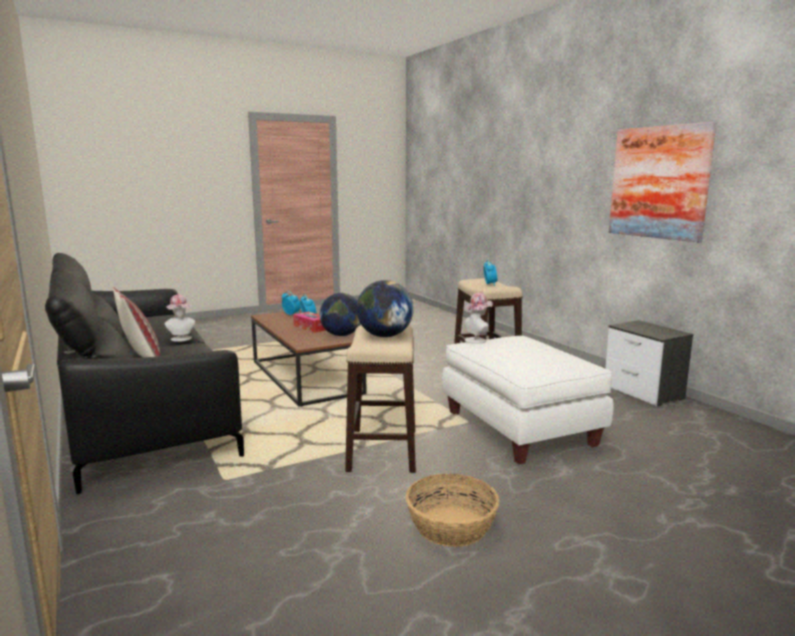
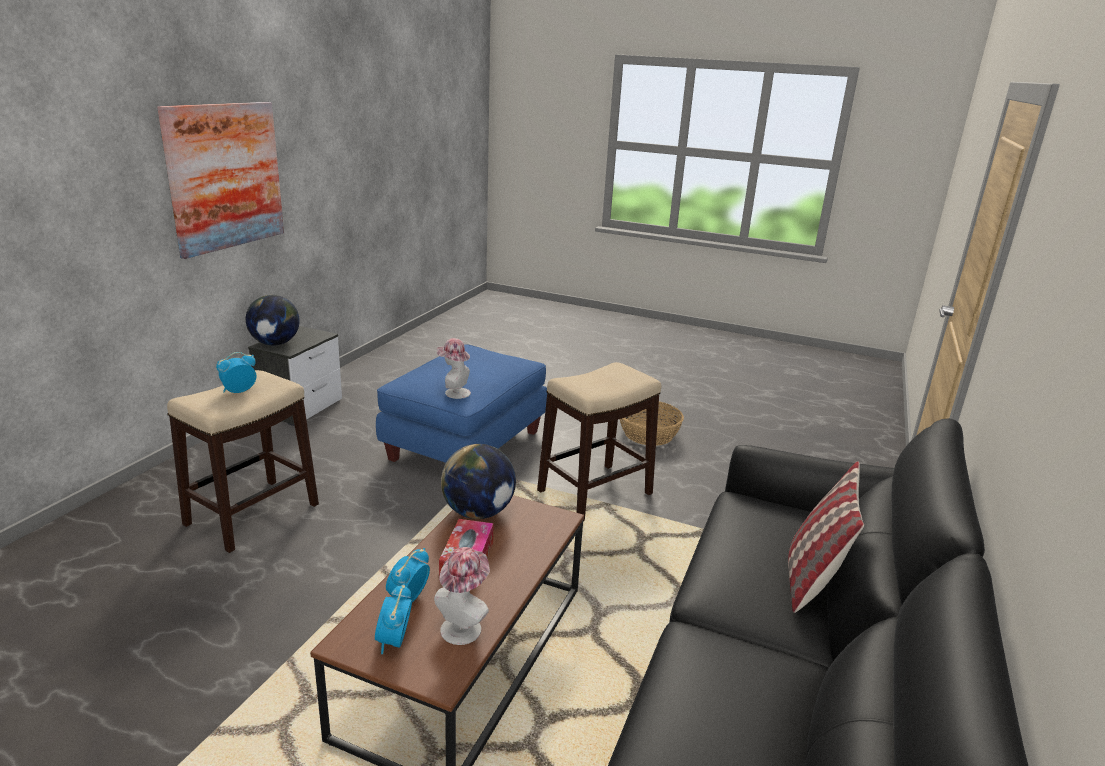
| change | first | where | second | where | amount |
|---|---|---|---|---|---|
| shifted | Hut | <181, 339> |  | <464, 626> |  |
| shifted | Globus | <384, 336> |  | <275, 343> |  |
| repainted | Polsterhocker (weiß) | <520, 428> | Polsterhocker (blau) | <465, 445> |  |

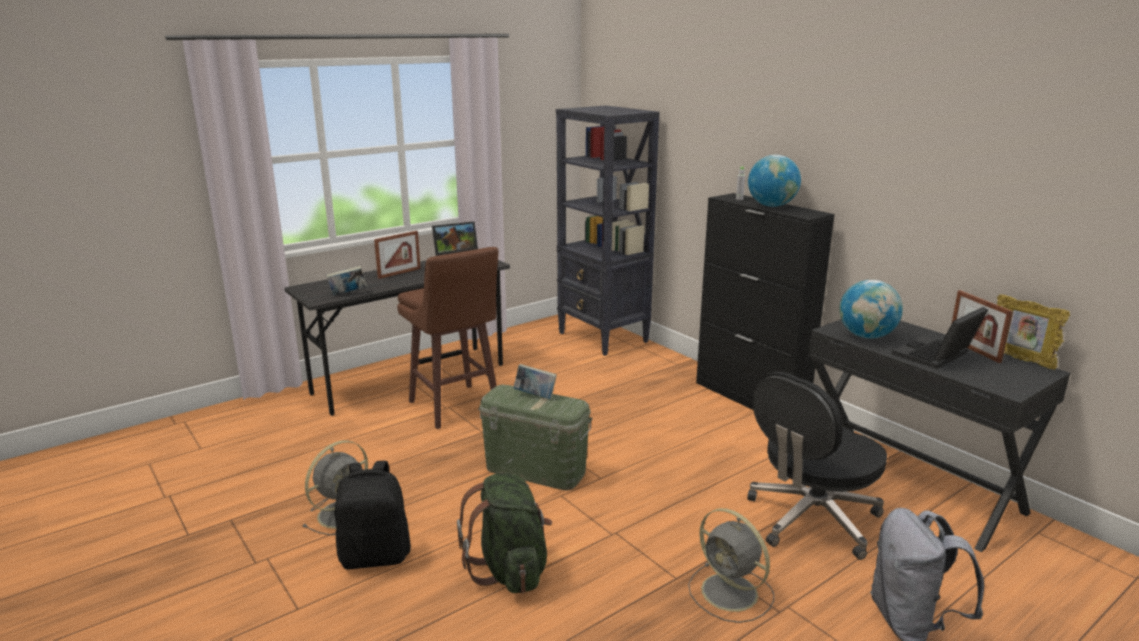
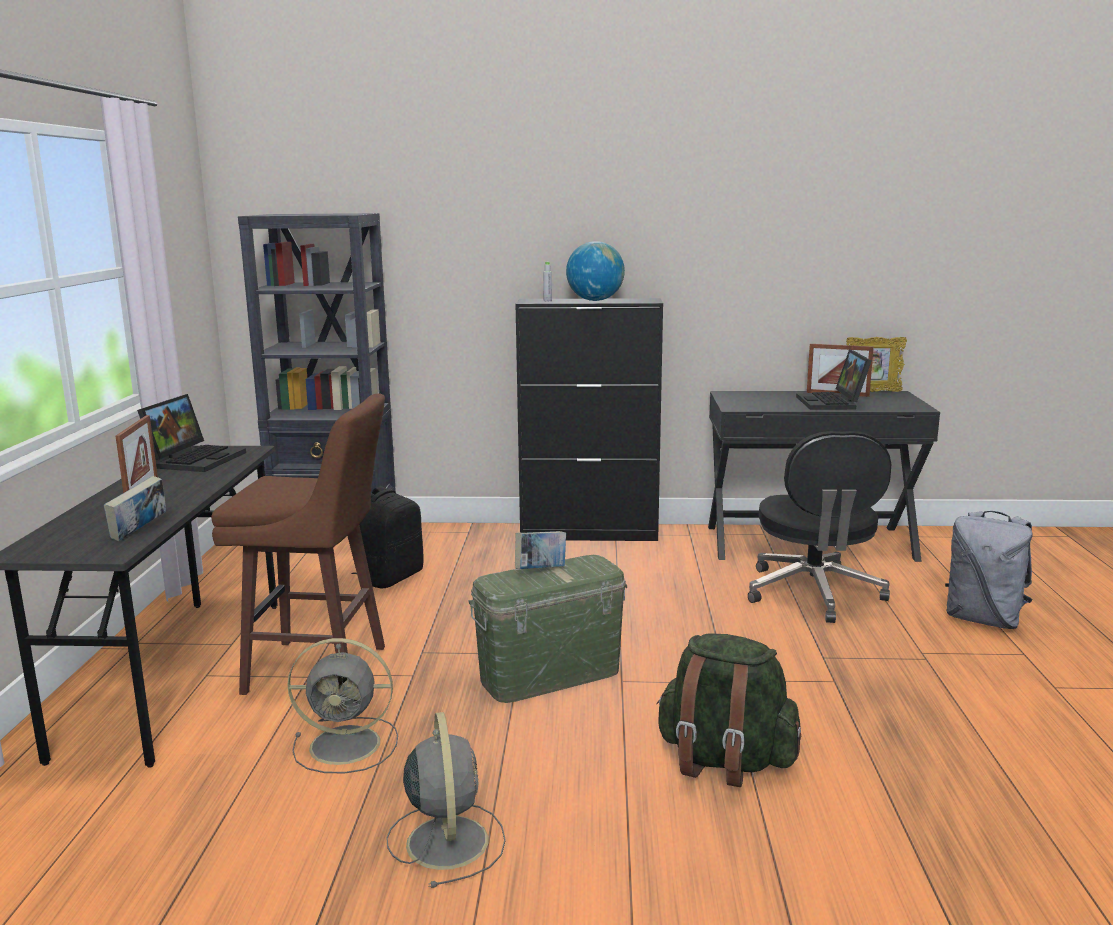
| change | first | where | second | where | amount |
|---|---|---|---|---|---|
| gone | Globus | <866, 336> |  |  |  |
| shifted | Rucksack (schwarz) | <375, 555> |  | <390, 578> |  |
| shifted | Ventilator (grau) | <731, 593> |  | <348, 745> |  |

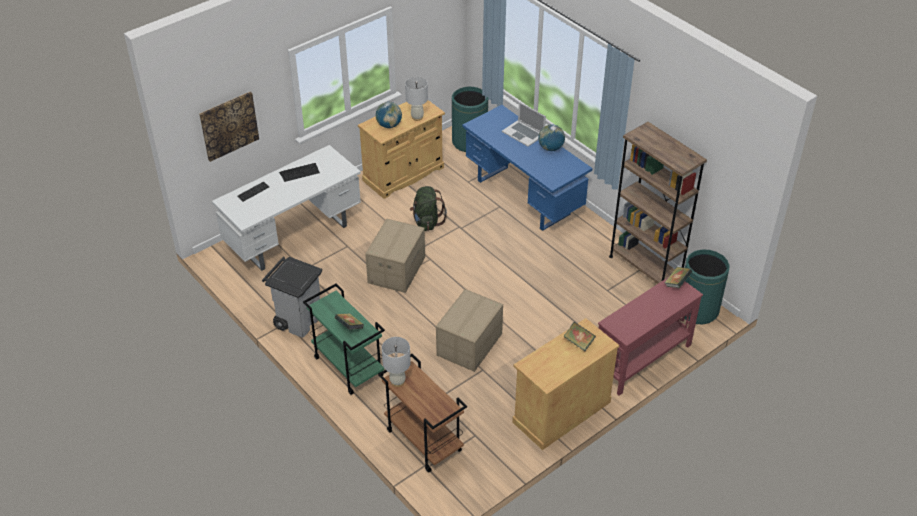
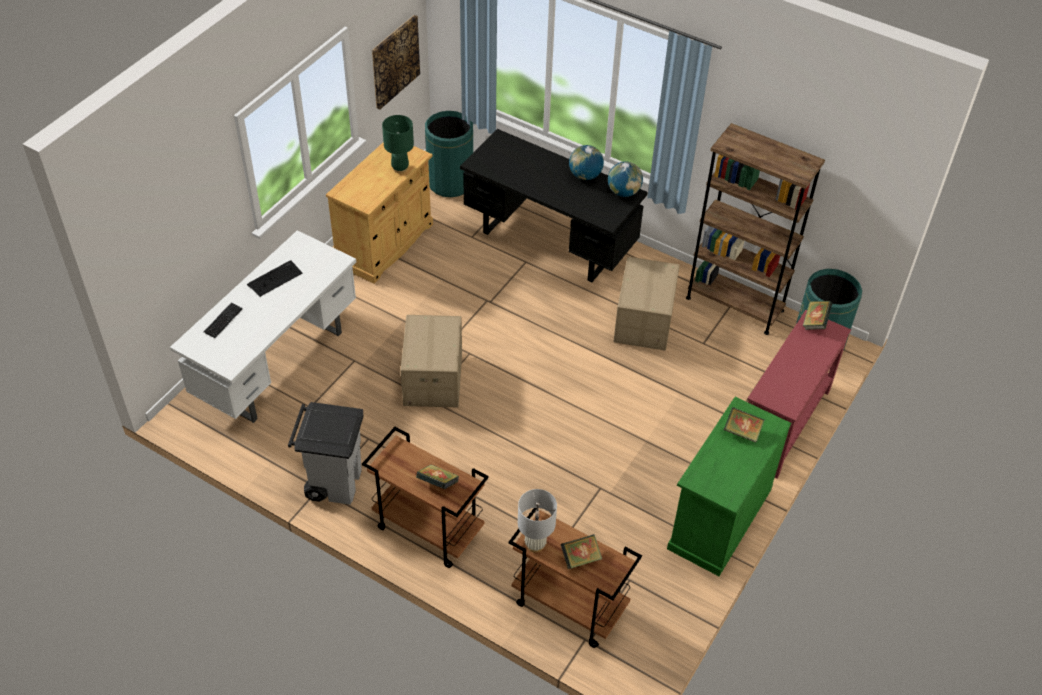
| change | first | where | second | where | amount |
|---|---|---|---|---|---|
| gone | Rucksack (grün) | <427, 222> |  |  |  |
| gone | Laptop | <523, 133> |  |  |  |
| new |  |  | Buch | <580, 558> |  |
| shifted | Bild | <229, 125> |  | <395, 61> |  |
| shifted | Globus | <389, 125> |  | <623, 192> |  |
| shifted | Karton | <470, 345> |  | <644, 321> |  |
| repainted | Rollwagen (grün) | <347, 366> | Rollwagen (braun) | <427, 529> |  |
| repainted | Tischlampe (weiß) | <417, 117> | Tischlampe (grün) | <400, 168> |  |
| repainted | Schreibtisch (blau) | <524, 197> | Schreibtisch (schwarz) | <550, 242> |  |
| repainted | Schrank (beige) | <561, 412> | Schrank (grün) | <719, 518> |  |

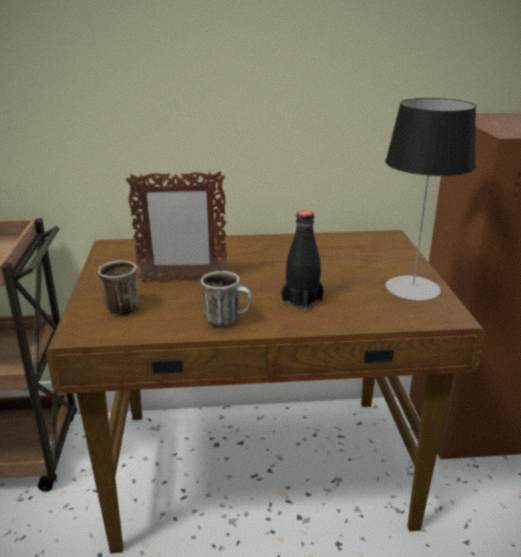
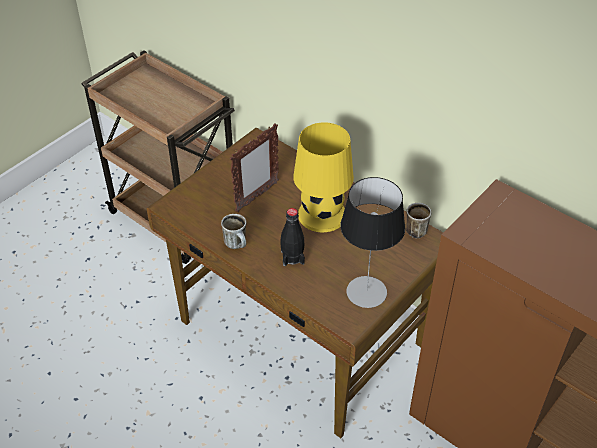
| change | first | where | second | where | amount |
|---|---|---|---|---|---|
| new |  |  | Tischlampe (gelb) | <322, 214> |  |
| shifted | Henkelbecher | <119, 307> |  | <415, 229> |  |
| rotated | Bilderrahmen | <182, 279> |  | <256, 197> | 90 degrees counterclockwise |

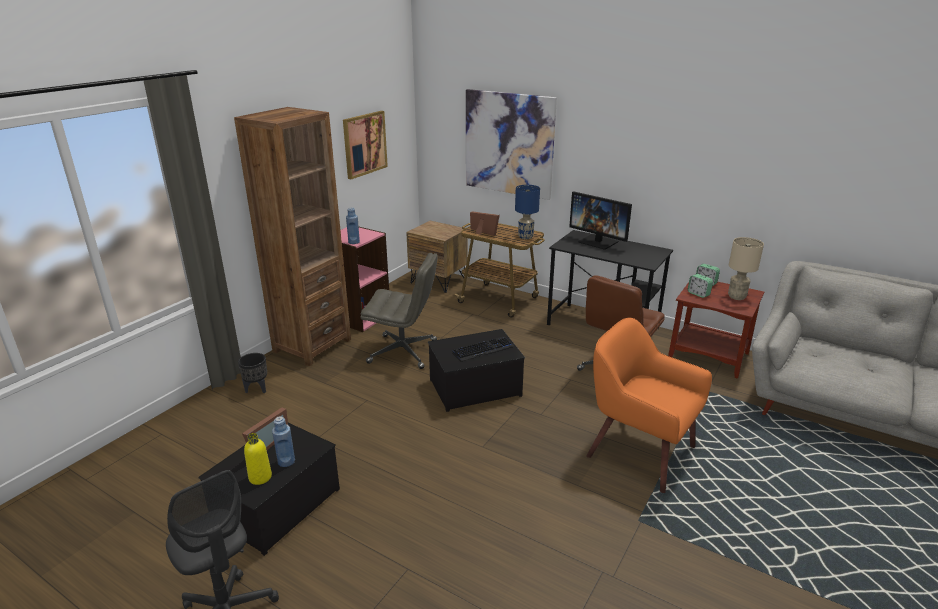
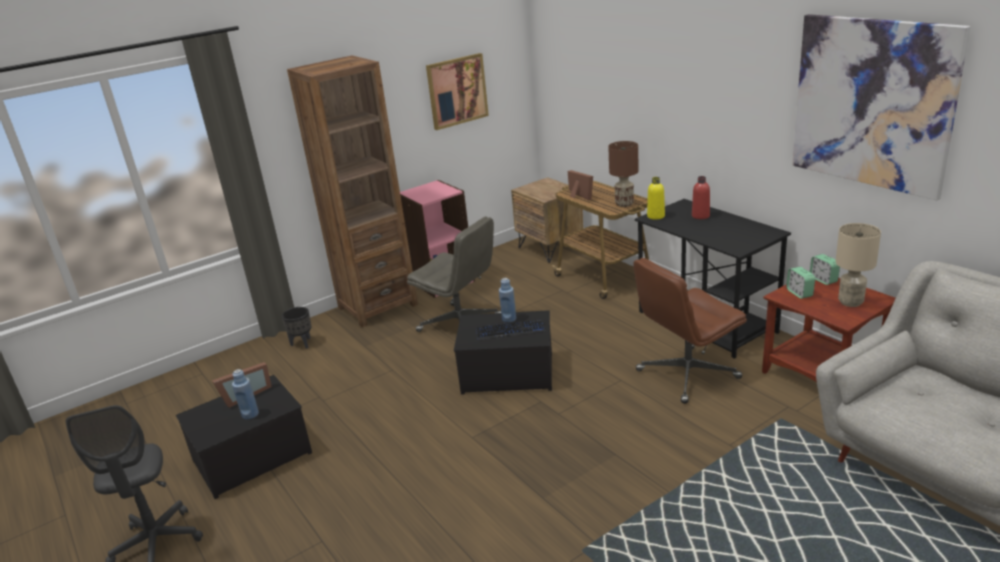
| change | first | where | second | where | amount |
|---|---|---|---|---|---|
| gone | Sessel (orange) | <639, 451> |  |  |  |
| shifted | Flasche (gelb) | <260, 477> |  | <656, 216> |  |
| shifted | Flasche (blau) | <354, 242> |  | <509, 319> |  |
| shifted | Bild | <509, 143> |  | <872, 103> |  |
| swapped | Monitor | <598, 242> | Flasche (rot) | <700, 216> |  |
| repainted | Tischlampe (blau) | <525, 237> | Tischlampe (braun) | <624, 204> |  |

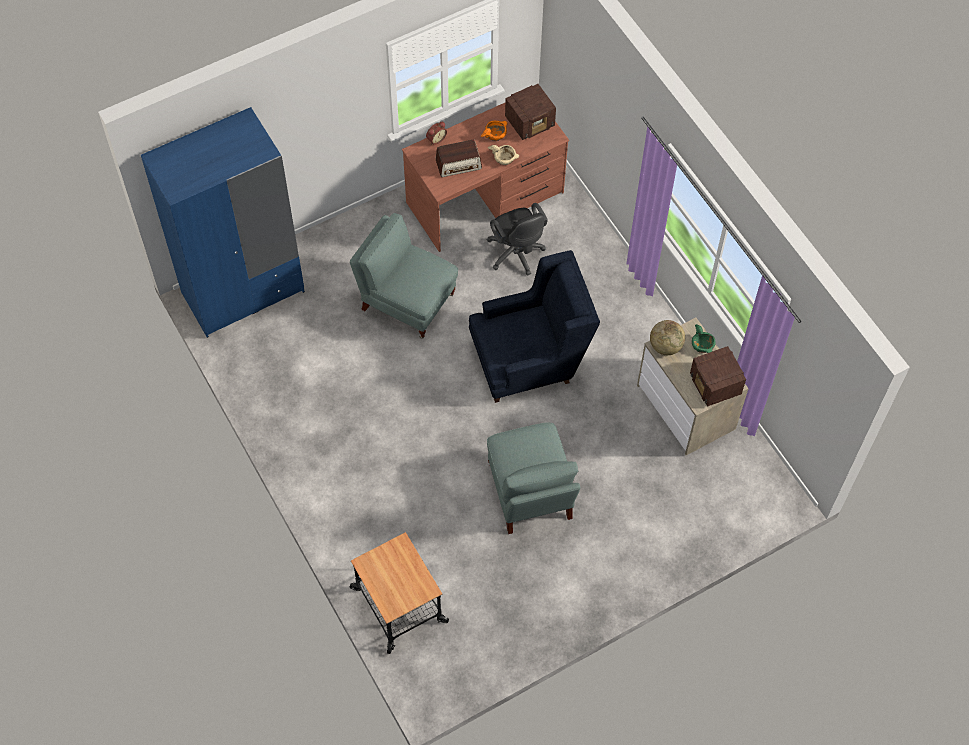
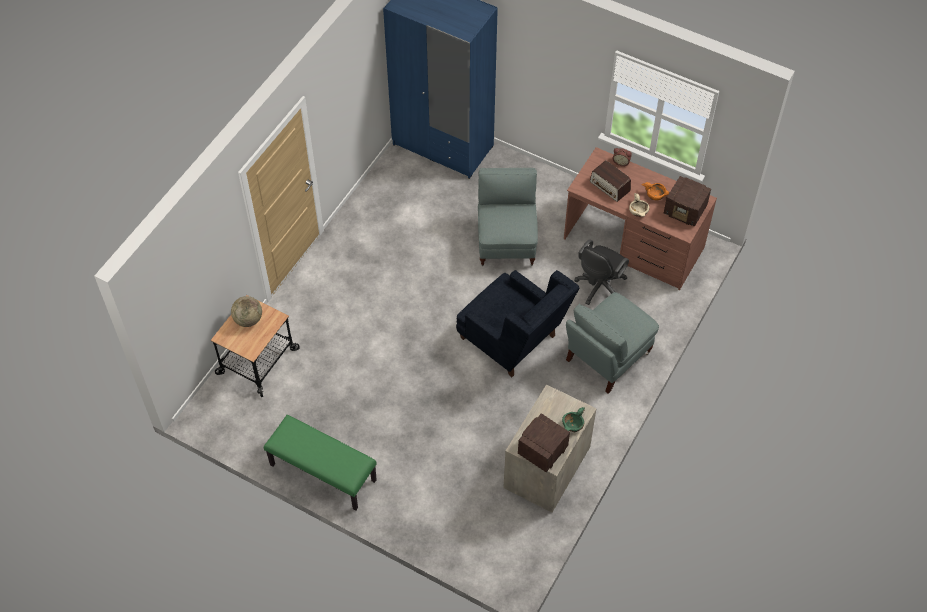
| change | first | where | second | where | amount |
|---|---|---|---|---|---|
| new |  |  | Bank (grün) | <322, 473> |  |
| shifted | Sessel (grau) | <530, 493> |  | <607, 357> |  |
| shifted | Globus | <665, 346> |  | <248, 319> |  |

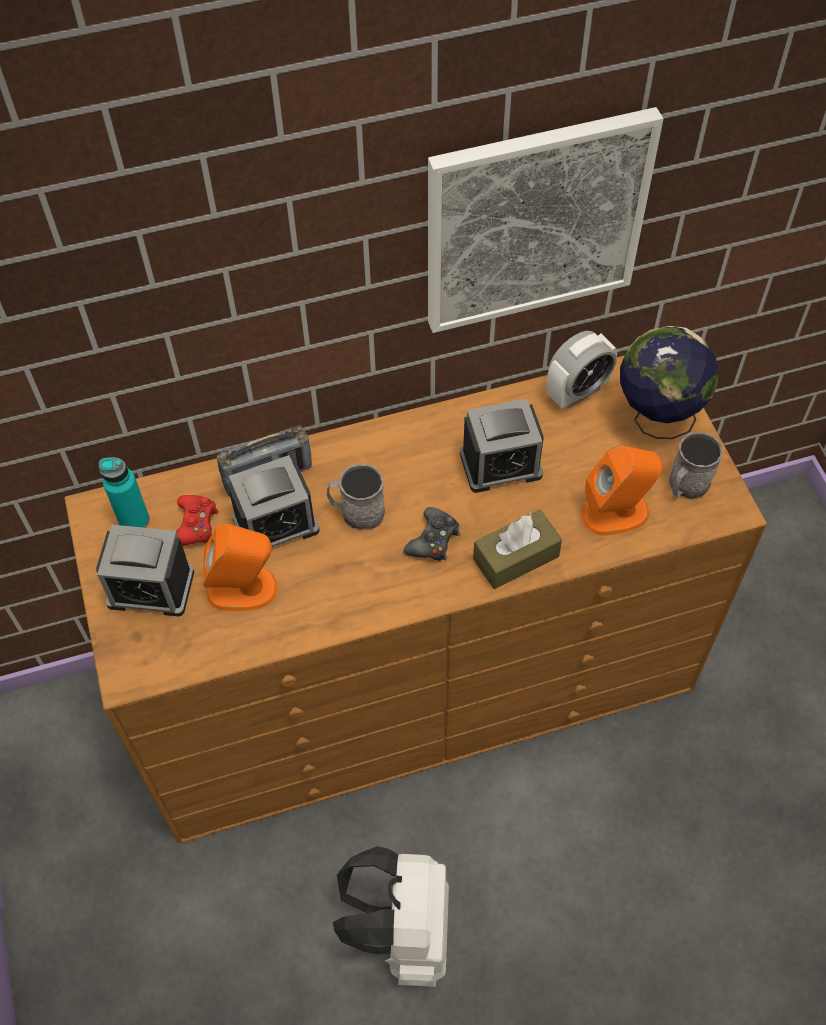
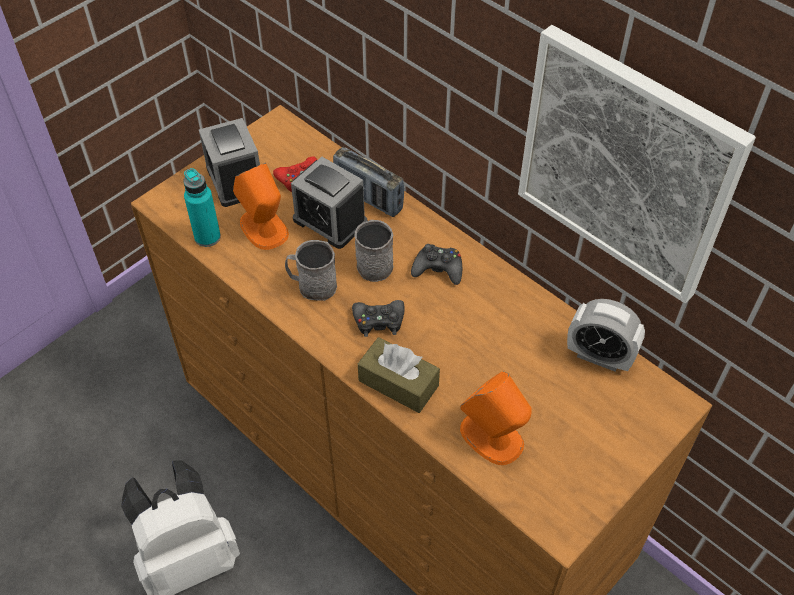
| change | first | where | second | where | amount |
|---|---|---|---|---|---|
| gone | Wecker | <501, 465> |  |  |  |
| gone | Globus | <656, 419> |  |  |  |
| new |  |  | Gamepad (schwarz) | <438, 269> |  |
| shifted | Flasche (türkis) | <134, 520> |  | <207, 237> |  |
| shifted | Henkelbecher (grau) | <686, 486> |  | <312, 285> |  |

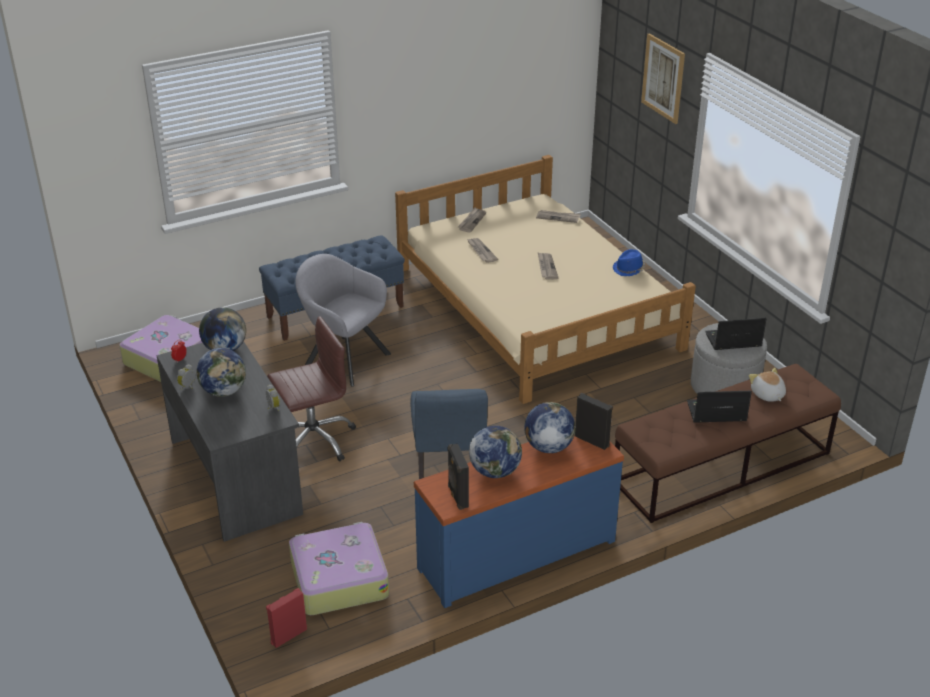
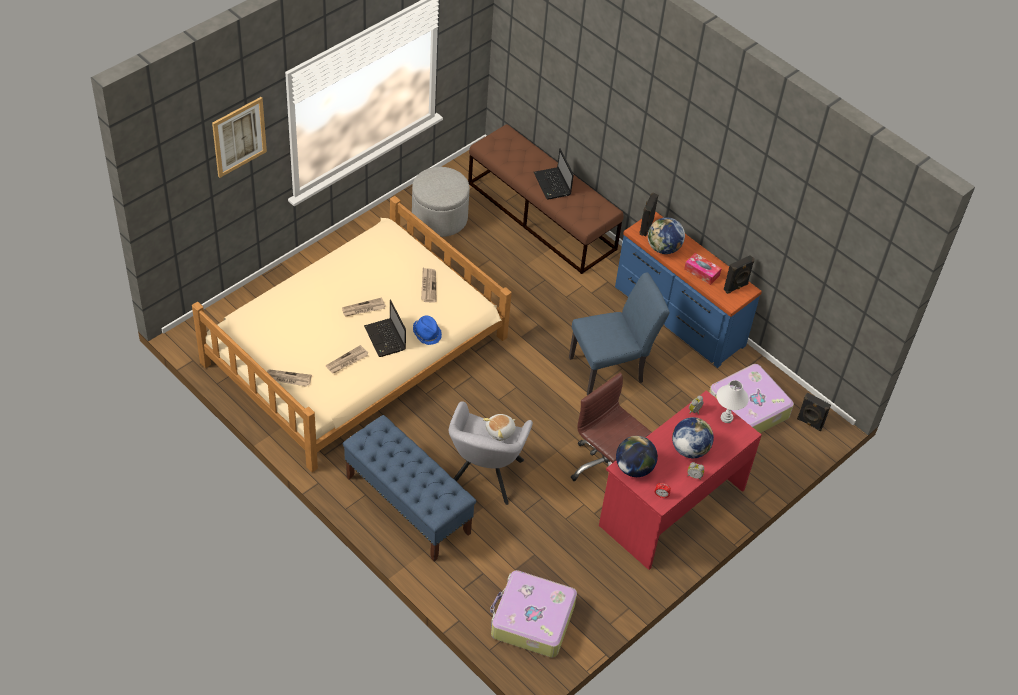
| change | first | where | second | where | amount |
|---|---|---|---|---|---|
| new |  |  | Tischlampe (weiß) | <726, 418> |  |
| shifted | Zeitung | <558, 217> |  | <428, 286> |  |
| shifted | Hut (blau) | <629, 269> |  | <427, 333> |  |
| shifted | Laptop | <732, 340> |  | <385, 339> |  |
| shifted | Plüschtier | <767, 395> |  | <501, 431> |  |
| swapped | Globus | <495, 471> | Taschentuchbox | <701, 272> |  |
| repainted | Schreibtisch (grau) | <237, 476> | Schreibtisch (rot) | <671, 506> |  |
| repainted | Lautsprecher (rot) | <288, 635> | Lautsprecher (schwarz) | <809, 423> |  |

